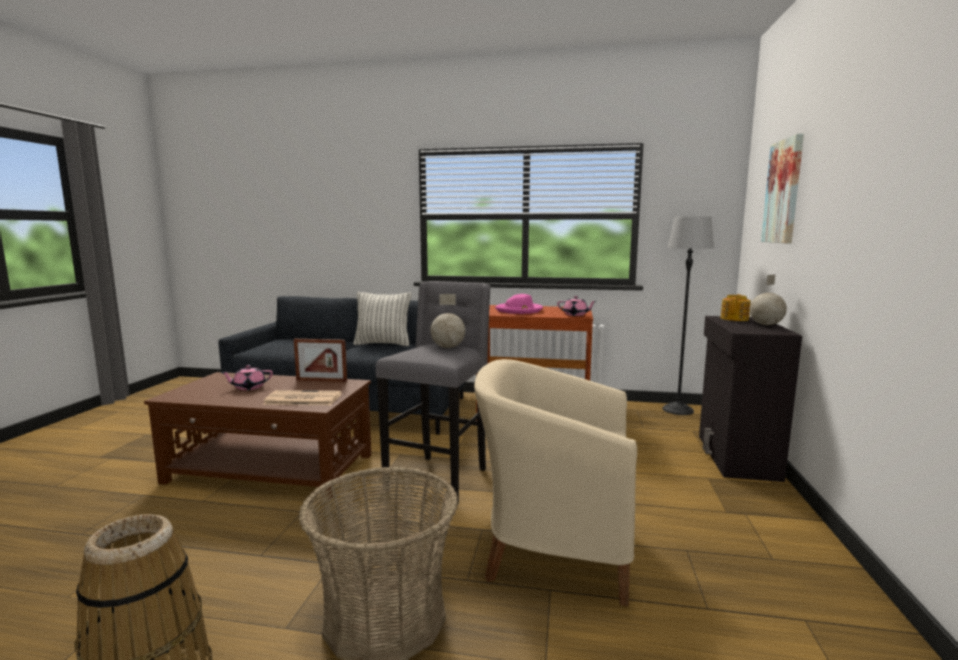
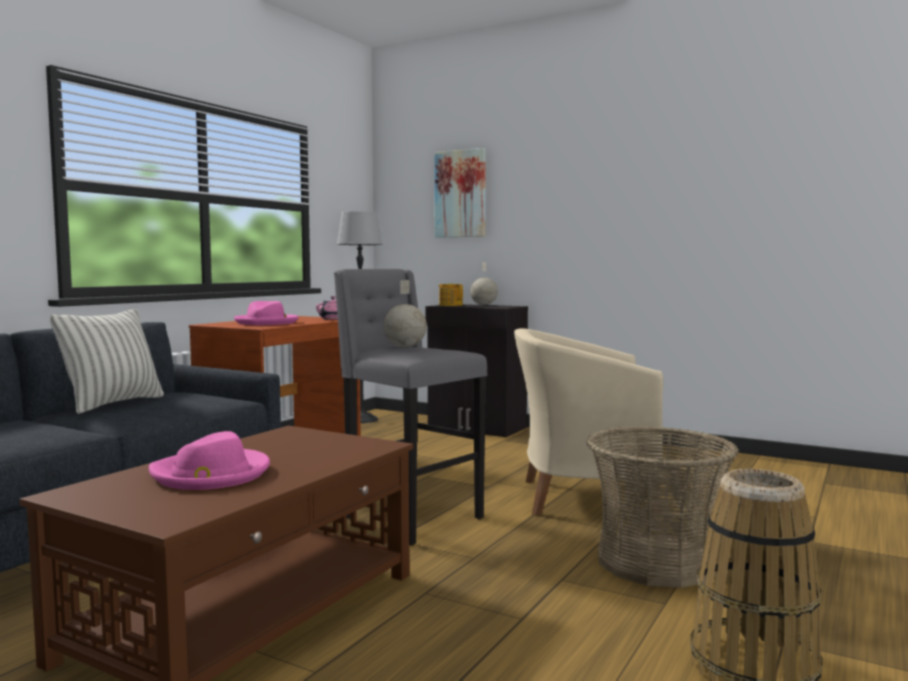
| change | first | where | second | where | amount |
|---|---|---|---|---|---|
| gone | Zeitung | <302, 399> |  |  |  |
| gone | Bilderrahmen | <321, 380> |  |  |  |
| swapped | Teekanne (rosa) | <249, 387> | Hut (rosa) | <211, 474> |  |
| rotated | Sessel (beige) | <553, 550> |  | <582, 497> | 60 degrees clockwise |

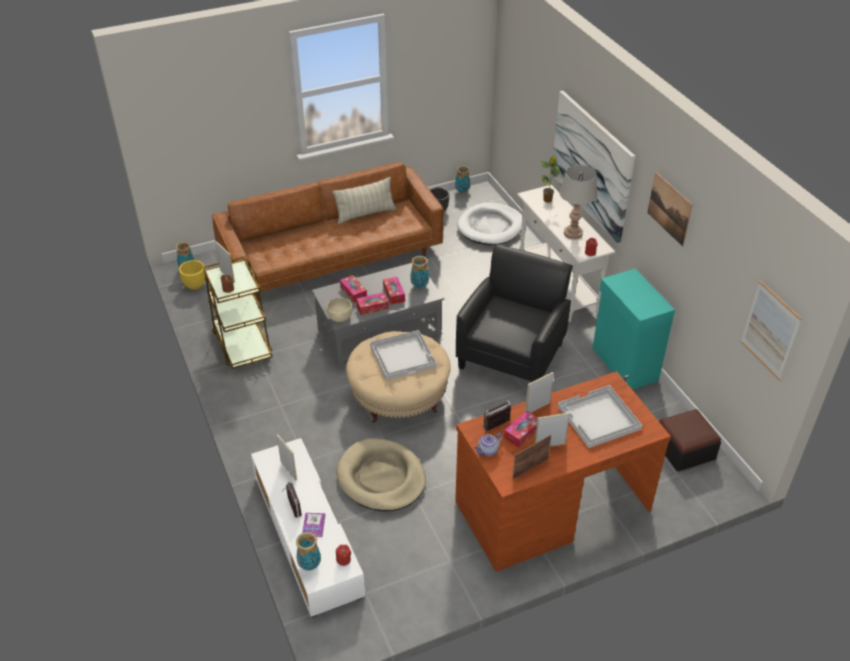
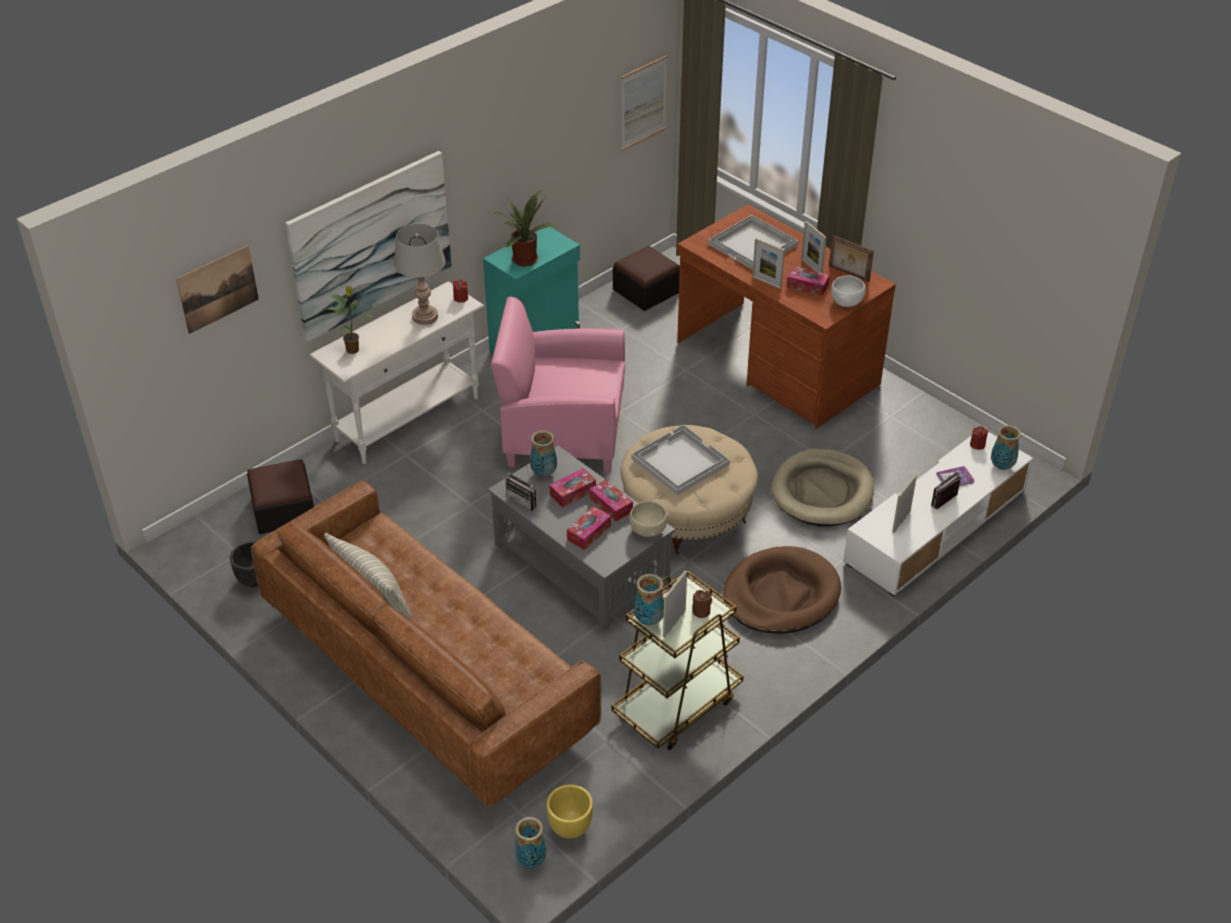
| change | first | where | second | where | amount |
|---|---|---|---|---|---|
| new |  |  | Topfpflanze | <523, 258> |  |
| new |  |  | Hundebett (braun) | <781, 595> |  |
| shifted | Vase | <462, 191> |  | <648, 620> |  |
| shifted | Radio | <498, 426> |  | <524, 500> |  |
| shifted | Bild | <669, 208> |  | <218, 289> |  |
| swapped | Hundebett (weiß) | <490, 227> | Polsterhocker | <284, 510> |  |
| swapped | Teekanne | <487, 451> | Schüssel (weiß) | <847, 302> |  |
| repainted | Sessel (schwarz) | <511, 355> | Sessel (rosa) | <563, 433> |  |

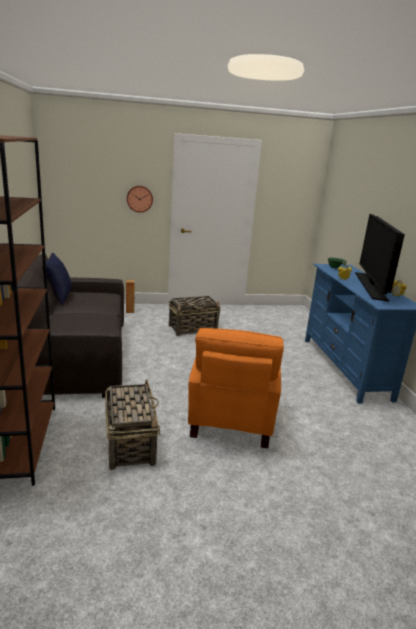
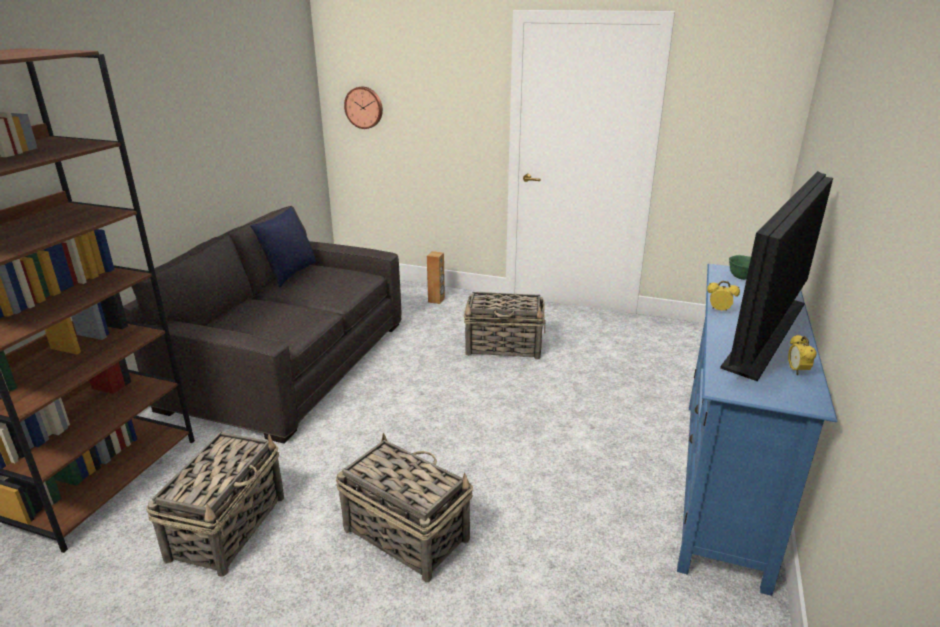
| change | first | where | second | where | amount |
|---|---|---|---|---|---|
| shifted | Wanduhr | <139, 199> |  | <364, 107> |  |
| swapped | Sessel (orange) | <231, 420> | Korb | <405, 533> |  |

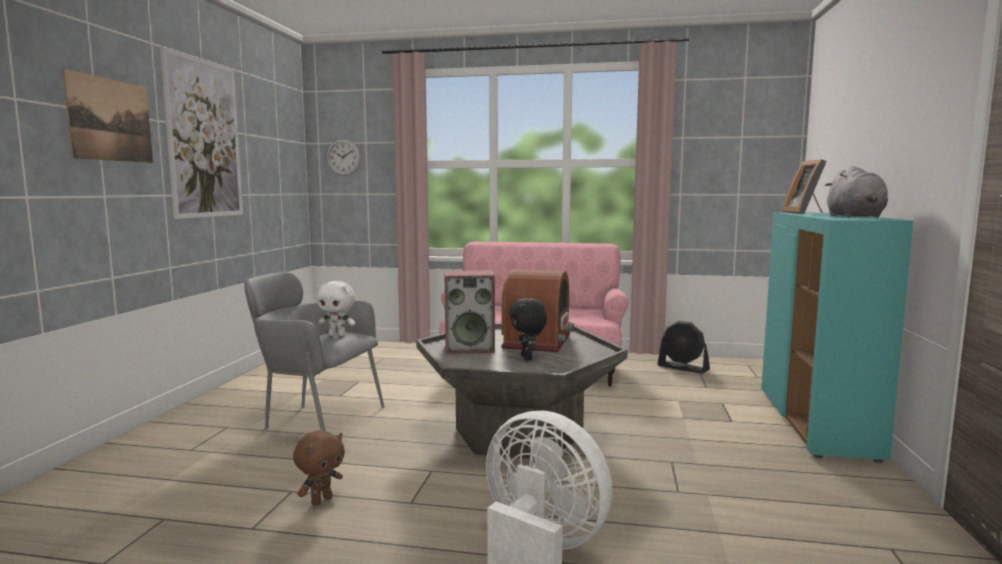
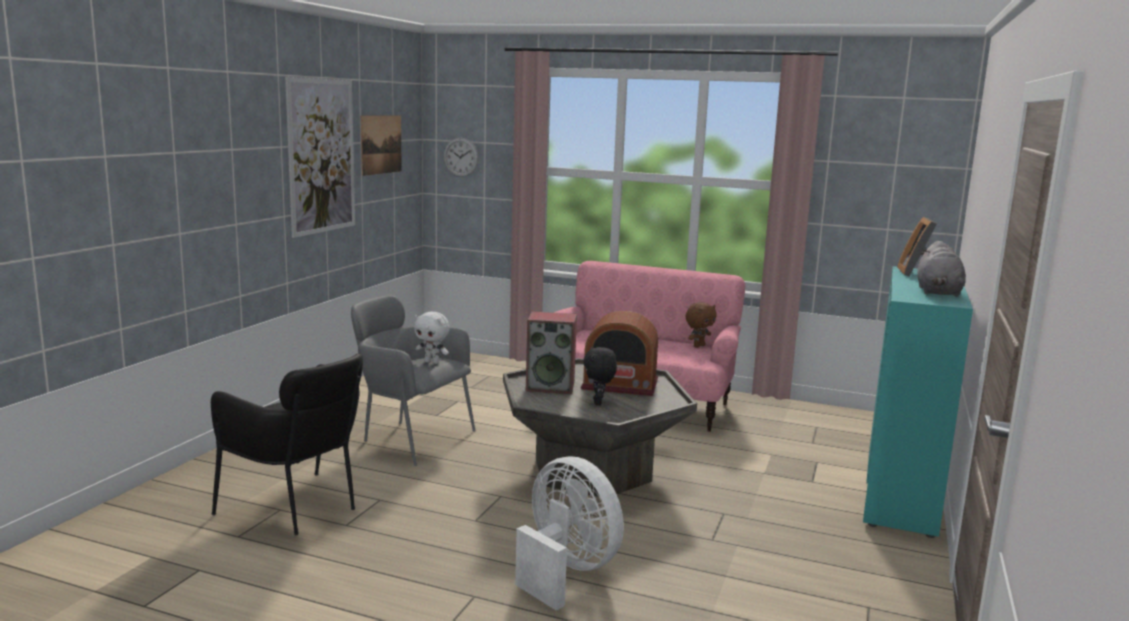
| change | first | where | second | where | amount |
|---|---|---|---|---|---|
| gone | Ventilator (schwarz) | <683, 368> |  |  |  |
| new |  |  | Sessel (schwarz) | <299, 509> |  |
| shifted | Bild | <110, 120> |  | <381, 144> |  |
| shifted | Plüschtier (braun) | <321, 500> |  | <698, 346> |  |
| rotated | Radio | <538, 341> |  | <620, 384> | 75 degrees clockwise |

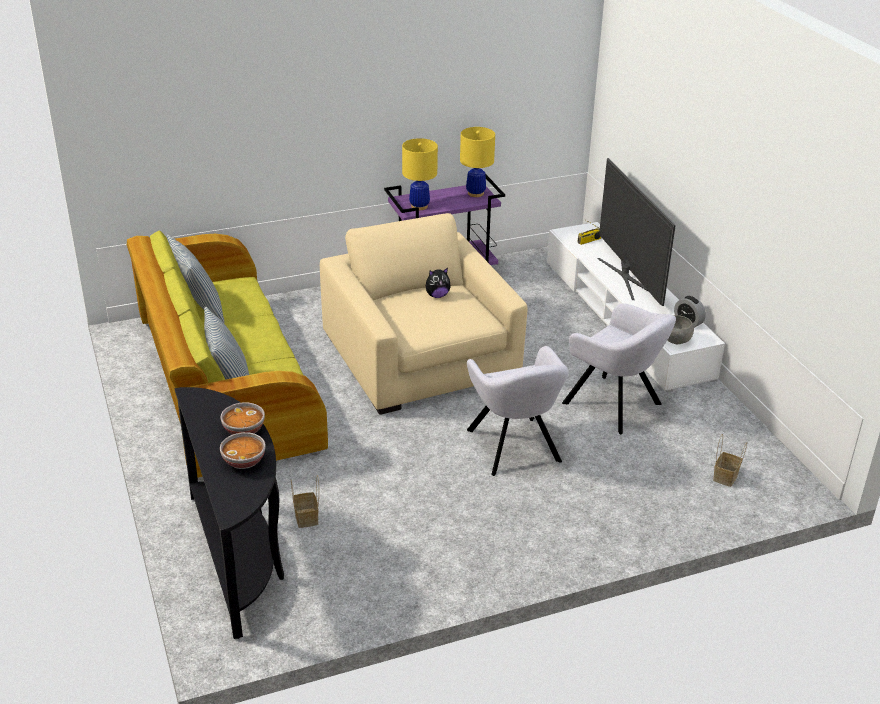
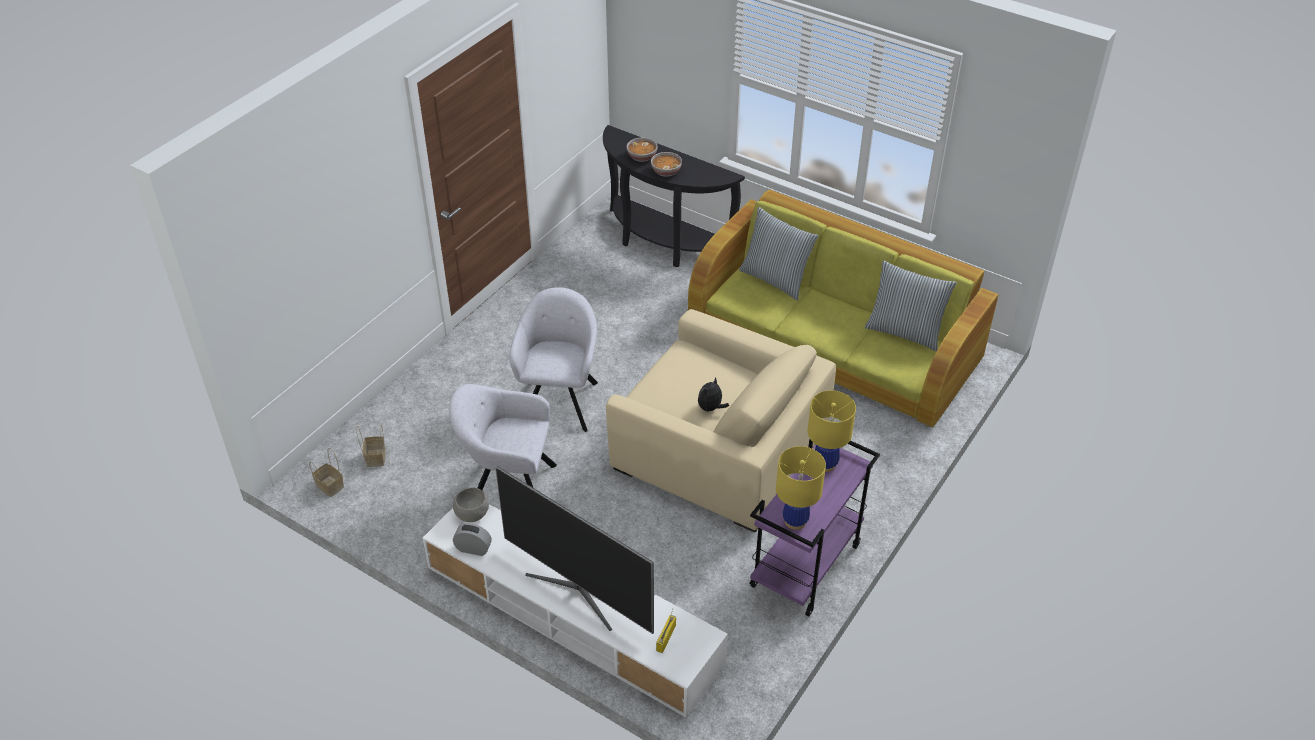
| change | first | where | second | where | amount |
|---|---|---|---|---|---|
| shifted | Korb | <307, 518> |  | <329, 486> |  |
| rotated | Sessel (grau) | <515, 448> |  | <560, 400> | 60 degrees clockwise |

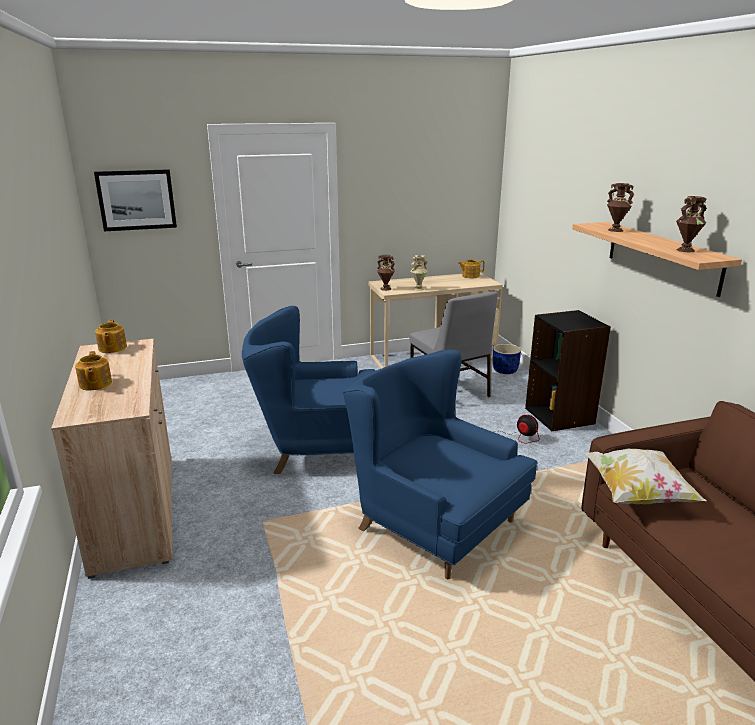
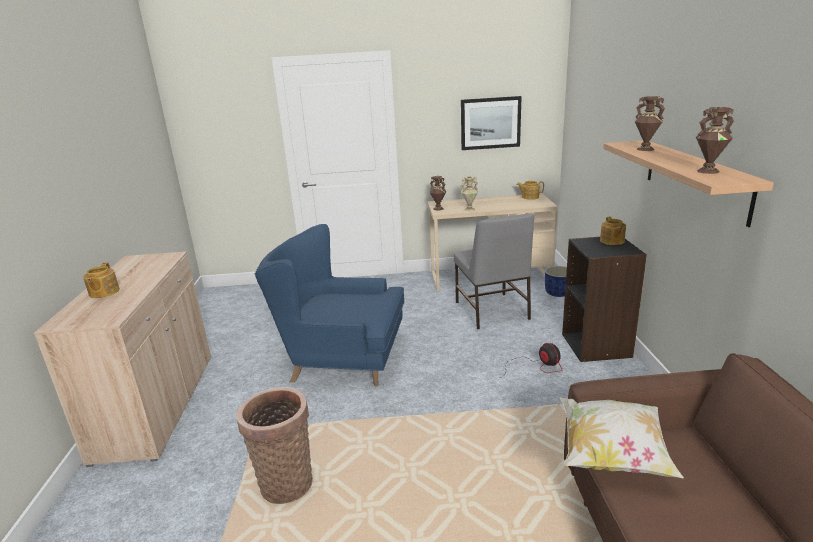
| change | first | where | second | where | amount |
|---|---|---|---|---|---|
| gone | Sessel (blau) | <433, 523> |  |  |  |
| new |  |  | Korb | <285, 481> |  |
| shifted | Bild | <136, 200> |  | <490, 123> |  |
| shifted | Teekanne | <112, 348> |  | <612, 241> |  |

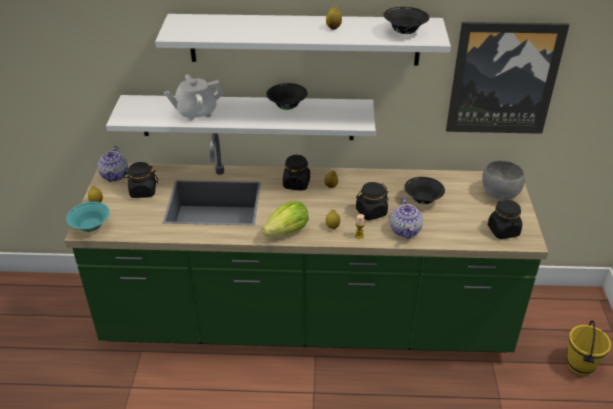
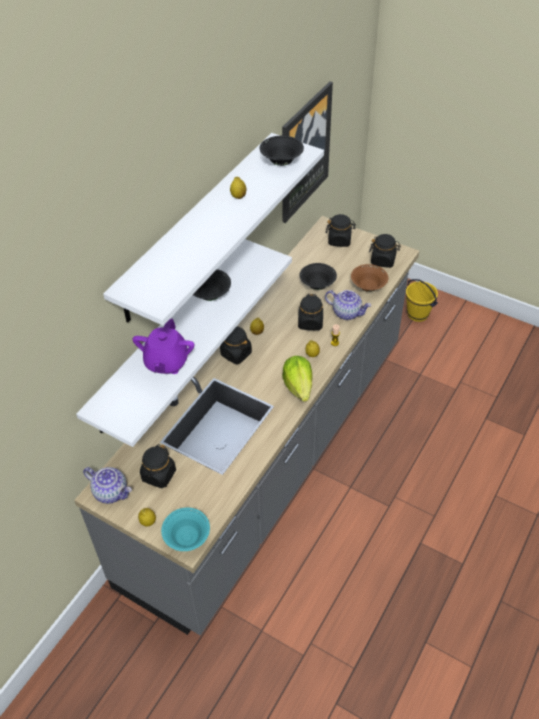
| change | first | where | second | where | amount |
|---|---|---|---|---|---|
| new |  |  | Schüssel (braun) | <368, 287> |  |
| swapped | Schüssel (grau) | <499, 193> | Vorratsglas (schwarz) | <339, 240> |  |
| repainted | Küchenzeile (grün) | <306, 322> | Küchenzeile (grau) | <271, 457> |  |
| repainted | Teekanne (weiß) | <196, 112> | Teekanne (lila) | <166, 362> |  |

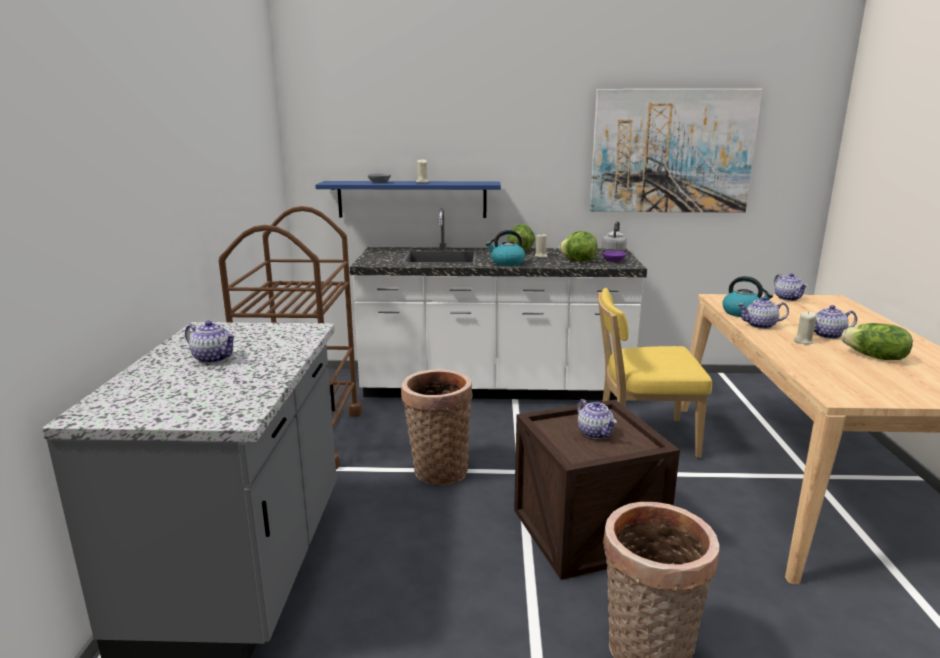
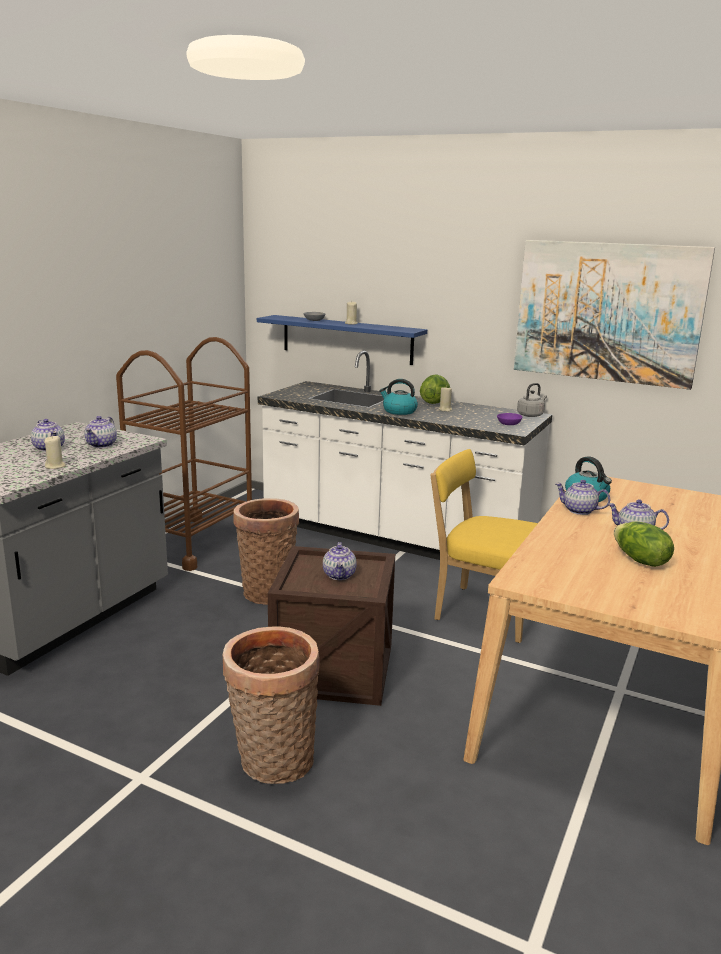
| change | first | where | second | where | amount |
|---|---|---|---|---|---|
| gone | Salatkopf | <578, 260> |  |  |  |
| shifted | Teekanne | <788, 298> |  | <102, 445> |  |
| shifted | Kerze (beige) | <803, 341> |  | <55, 466> |  |

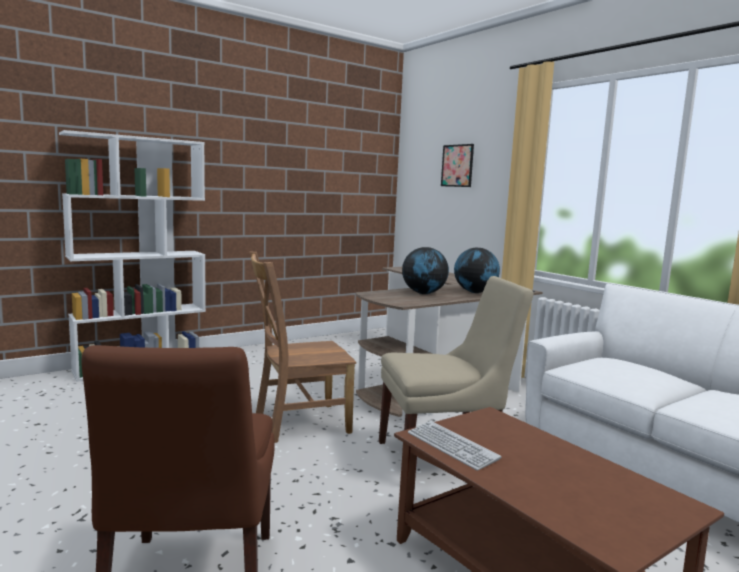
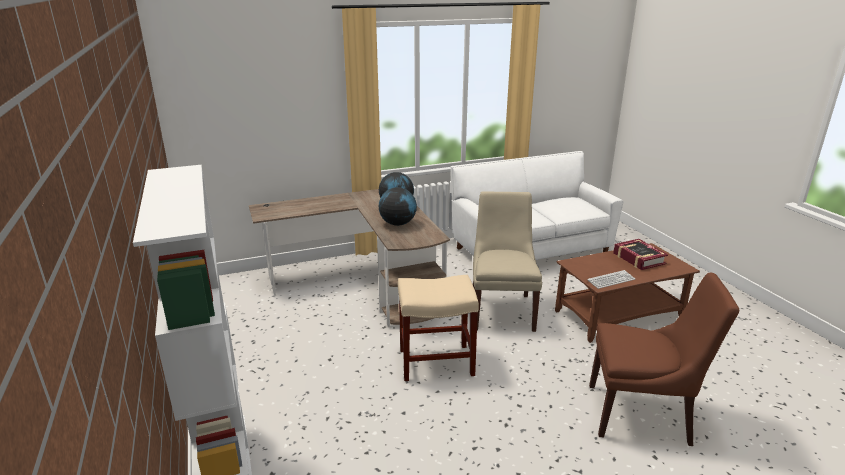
| change | first | where | second | where | amount |
|---|---|---|---|---|---|
| gone | Bild | <457, 165> |  |  |  |
| new |  |  | Buch | <638, 258> |  |
| swapped | Stuhl (braun) | <297, 423> | Hocker (beige) | <435, 362> |  |

